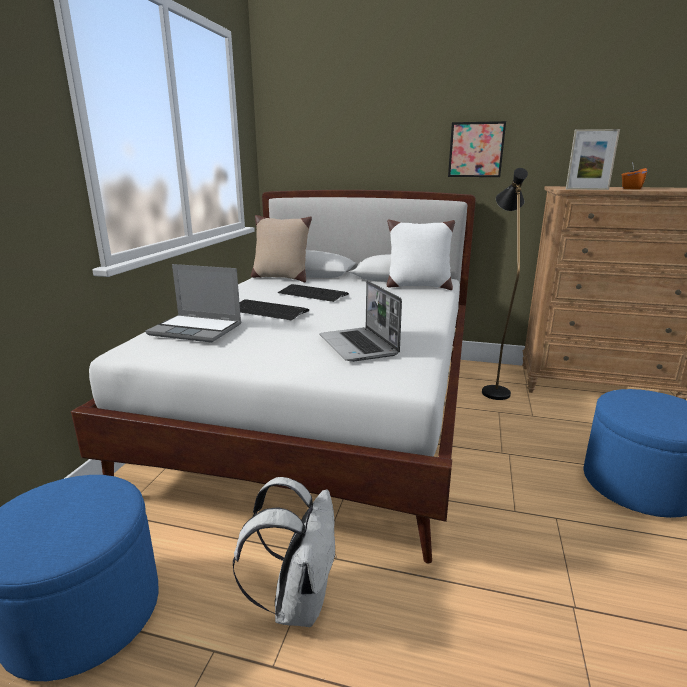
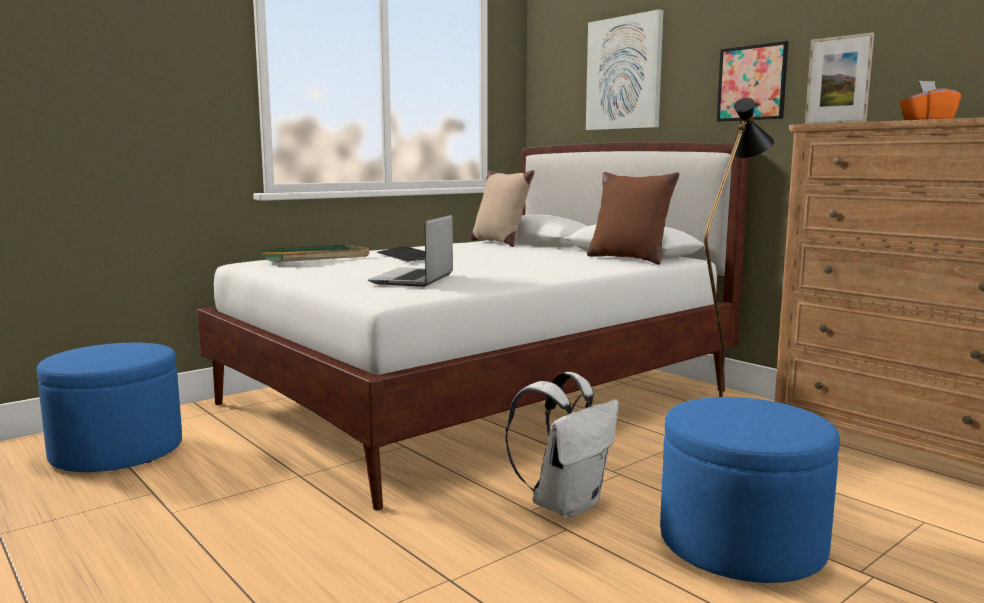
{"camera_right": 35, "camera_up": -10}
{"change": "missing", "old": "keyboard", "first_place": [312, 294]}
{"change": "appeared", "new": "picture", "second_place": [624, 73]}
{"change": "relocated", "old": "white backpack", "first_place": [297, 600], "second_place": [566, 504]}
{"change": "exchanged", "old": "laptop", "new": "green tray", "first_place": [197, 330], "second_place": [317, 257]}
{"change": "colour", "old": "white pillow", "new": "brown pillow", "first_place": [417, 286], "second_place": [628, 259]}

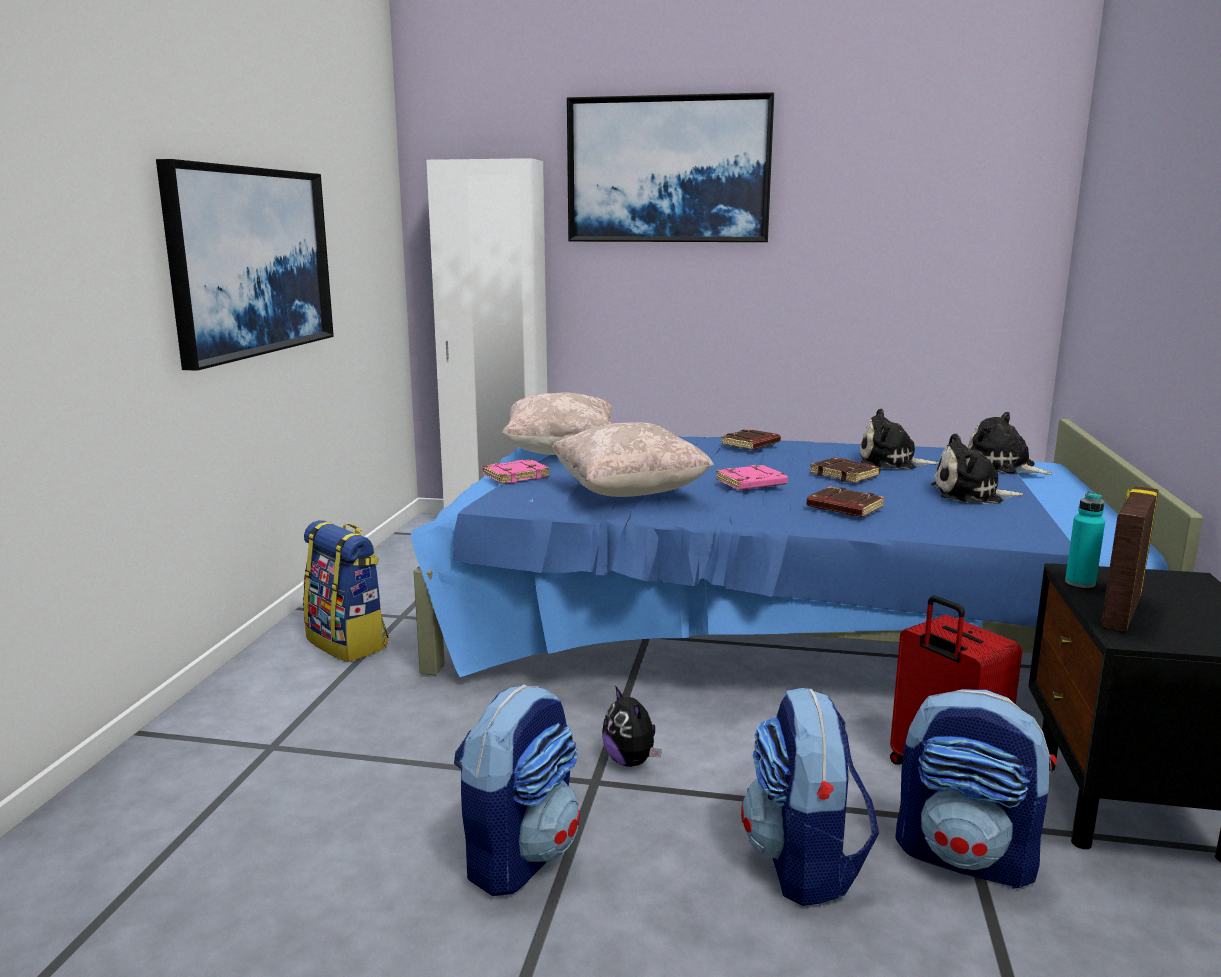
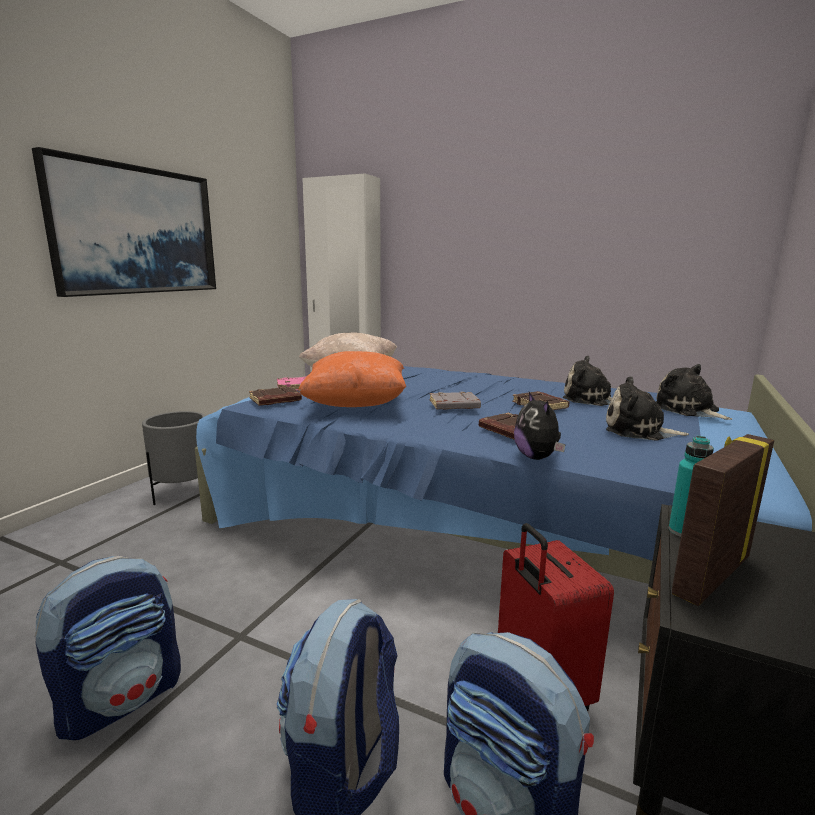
{"camera_right": 15, "camera_up": 0}
{"change": "missing", "old": "picture", "first_place": [668, 170]}
{"change": "relocated", "old": "plush toy", "first_place": [631, 761], "second_place": [537, 457]}
{"change": "relocated", "old": "brown book", "first_place": [751, 444], "second_place": [275, 400]}
{"change": "exchanged", "old": "backpack", "new": "grey planter", "first_place": [348, 643], "second_place": [183, 492]}
{"change": "colour", "old": "beige pillow", "new": "orange pillow", "first_place": [629, 493], "second_place": [356, 405]}
{"change": "colour", "old": "pink book", "new": "grey book", "first_place": [751, 483], "second_place": [454, 405]}

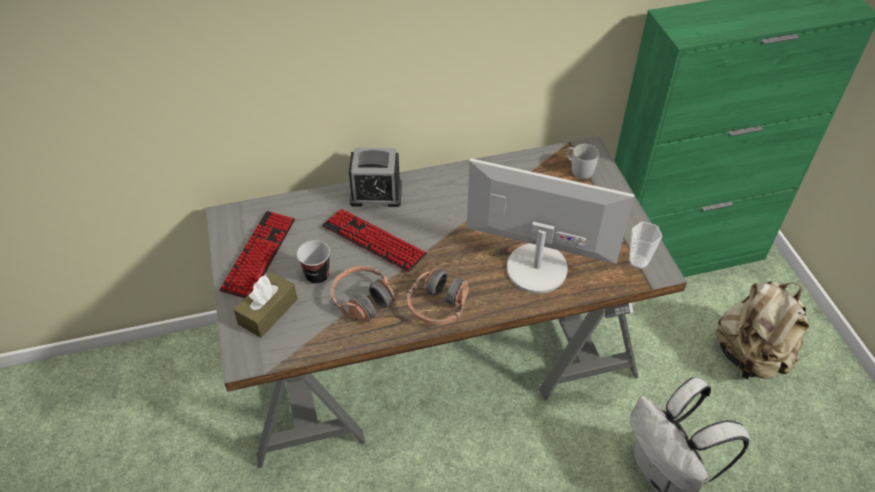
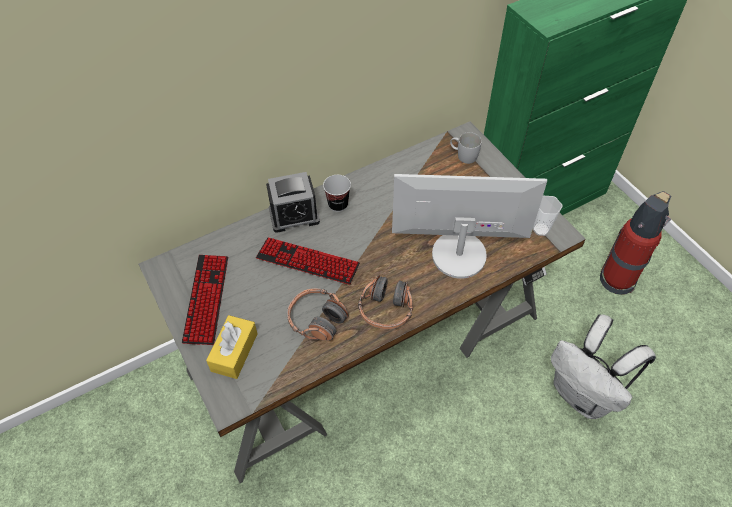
{"camera_right": -15, "camera_up": 5}
{"change": "relocated", "old": "cup", "first_place": [317, 276], "second_place": [338, 204]}
{"change": "exchanged", "old": "beige backpack", "new": "fire extinguisher", "first_place": [750, 356], "second_place": [618, 279]}
{"change": "colour", "old": "brown tissue box", "new": "yellow tissue box", "first_place": [268, 311], "second_place": [234, 352]}

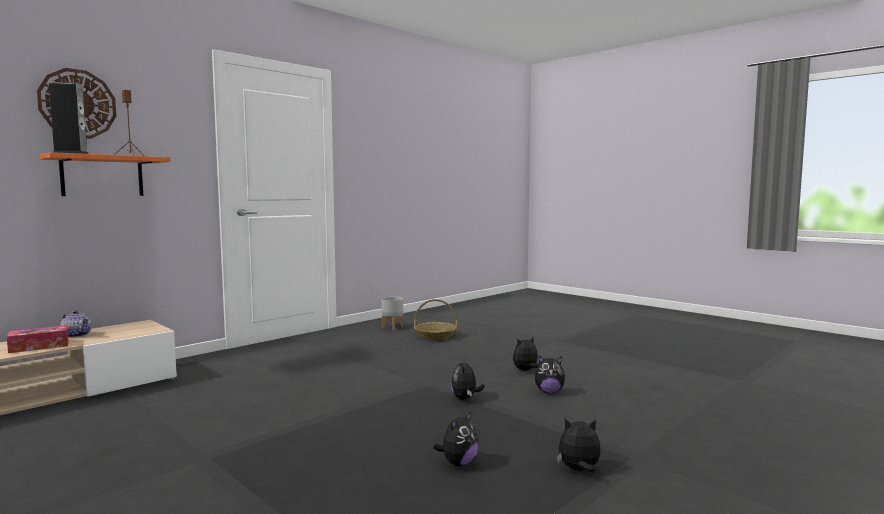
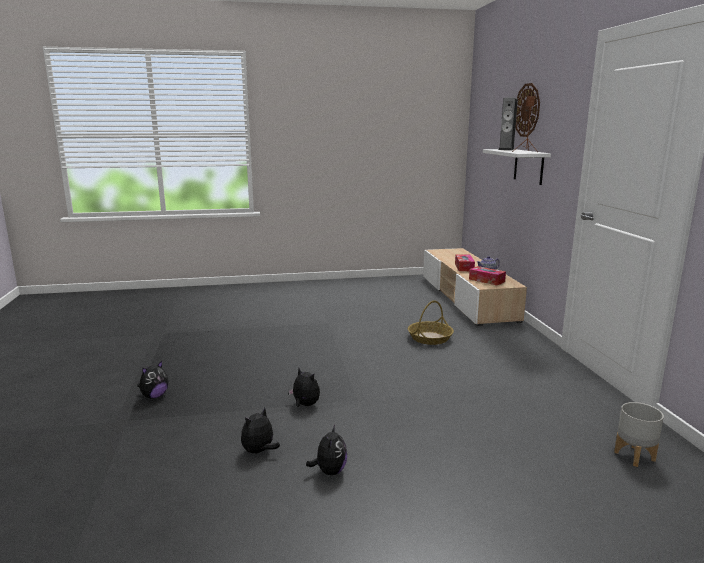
{"camera_right": 125, "camera_up": 10}
{"change": "missing", "old": "plush toy", "first_place": [458, 463]}
{"change": "appeared", "new": "tissue box", "second_place": [486, 280]}
{"change": "relocated", "old": "basket", "first_place": [436, 335], "second_place": [430, 338]}
{"change": "colour", "old": "orange shelf", "new": "white shelf", "first_place": [102, 176], "second_place": [528, 166]}

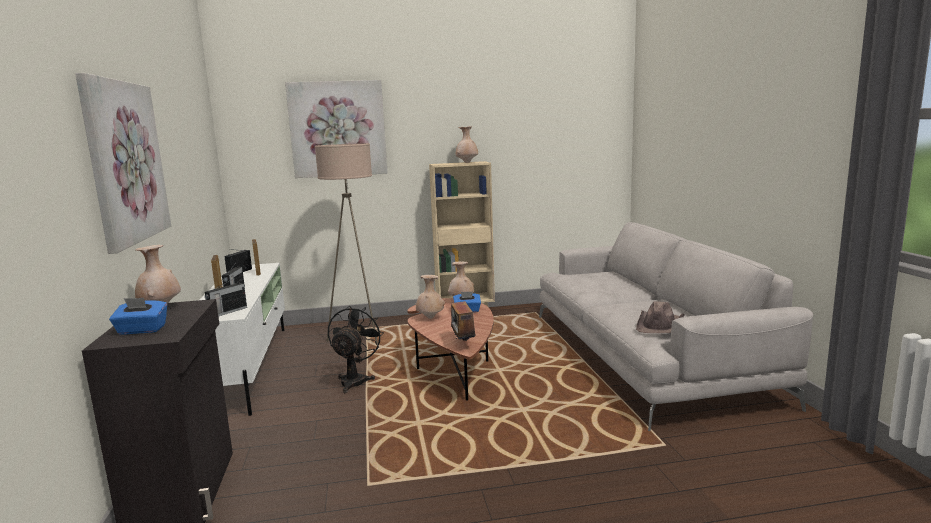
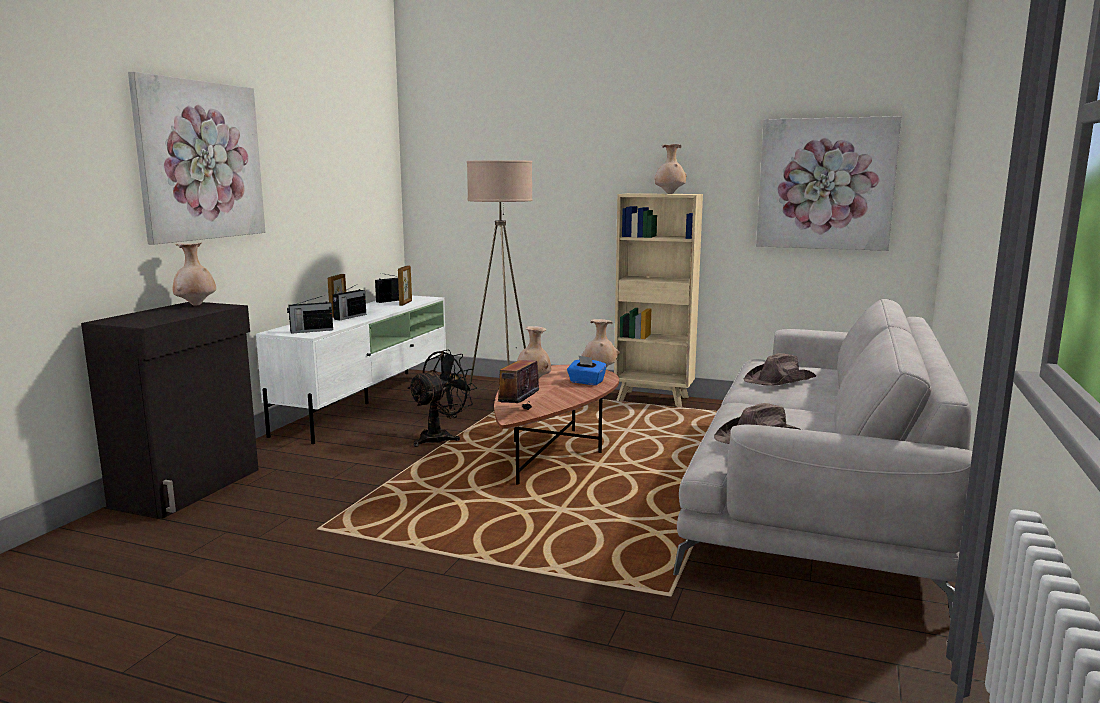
{"camera_right": 30, "camera_up": 0}
{"change": "missing", "old": "blue tissue box", "first_place": [141, 330]}
{"change": "appeared", "new": "brown hat", "second_place": [780, 380]}
{"change": "relocated", "old": "picture", "first_place": [338, 129], "second_place": [825, 184]}

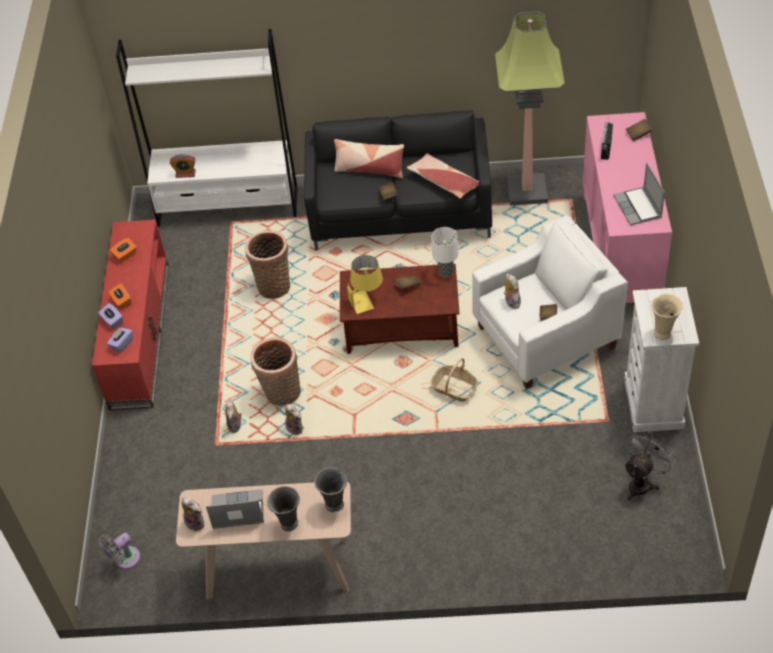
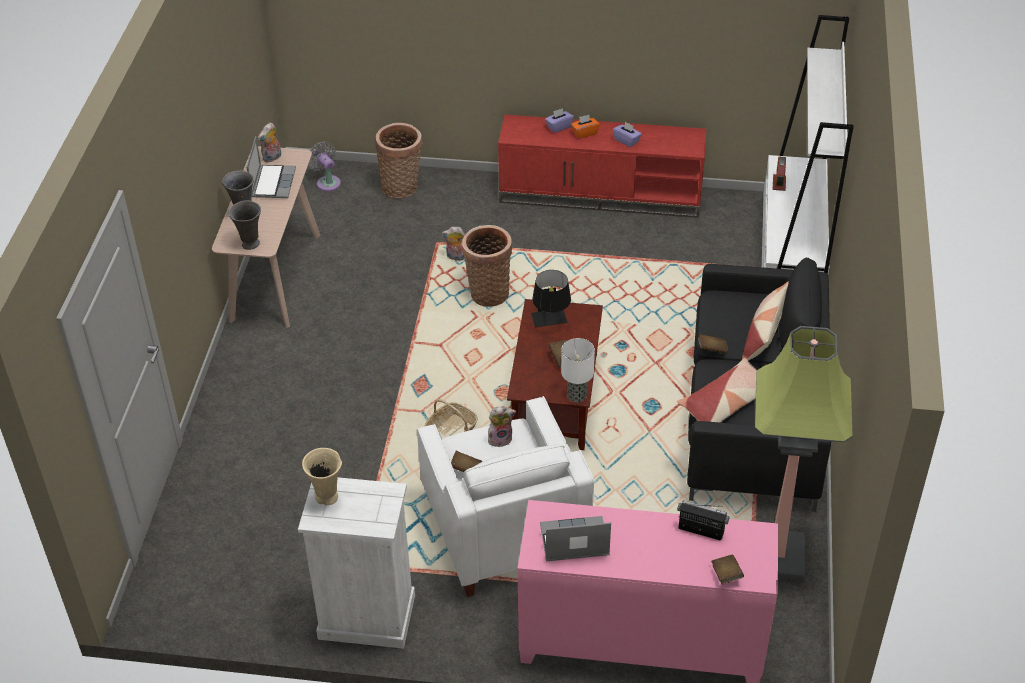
{"camera_right": 95, "camera_up": -5}
{"change": "missing", "old": "orange tissue box", "first_place": [125, 255]}
{"change": "missing", "old": "plush toy", "first_place": [296, 428]}
{"change": "missing", "old": "grey fan", "first_place": [642, 482]}
{"change": "relocated", "old": "purple tissue box", "first_place": [122, 344], "second_place": [627, 140]}
{"change": "relocated", "old": "basket", "first_place": [273, 285], "second_place": [402, 187]}
{"change": "colour", "old": "yellow table lamp", "new": "black table lamp", "first_place": [366, 299], "second_place": [551, 322]}

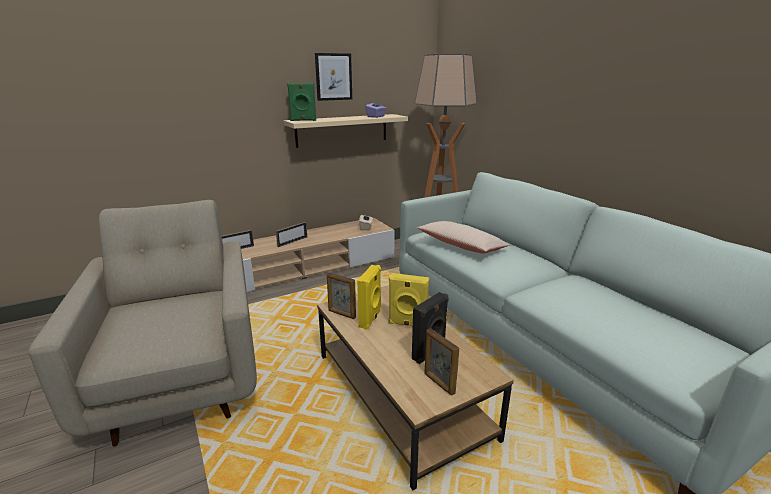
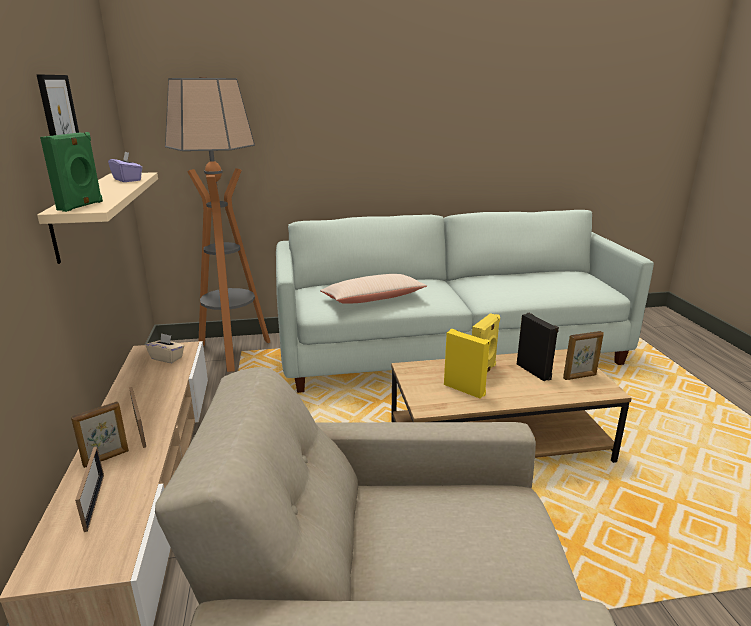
{"camera_right": -70, "camera_up": 0}
{"change": "relocated", "old": "picture frame", "first_place": [341, 314], "second_place": [106, 458]}

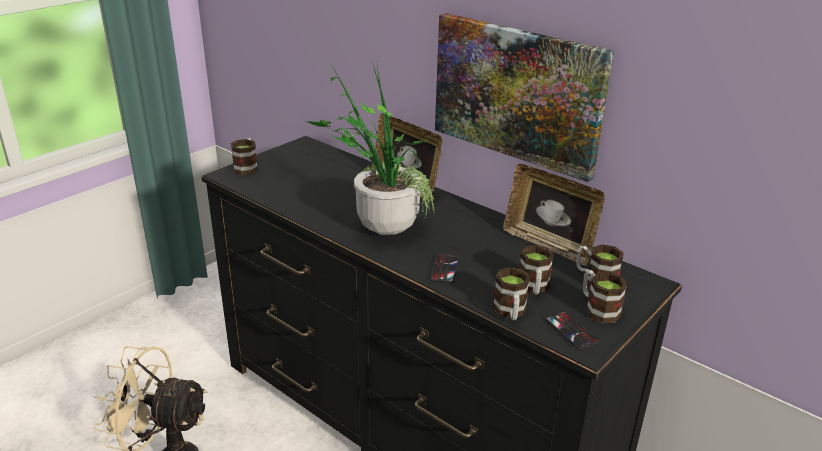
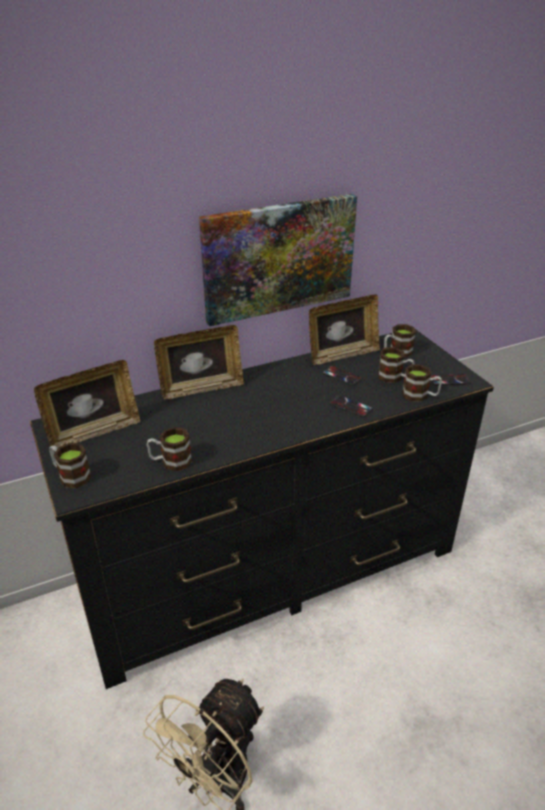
{"camera_right": -65, "camera_up": 5}
{"change": "missing", "old": "potted plant", "first_place": [378, 224]}
{"change": "appeared", "new": "picture frame", "second_place": [94, 432]}
{"change": "appeared", "new": "phone", "second_place": [342, 376]}
{"change": "relocated", "old": "mug", "first_place": [597, 309], "second_place": [170, 462]}

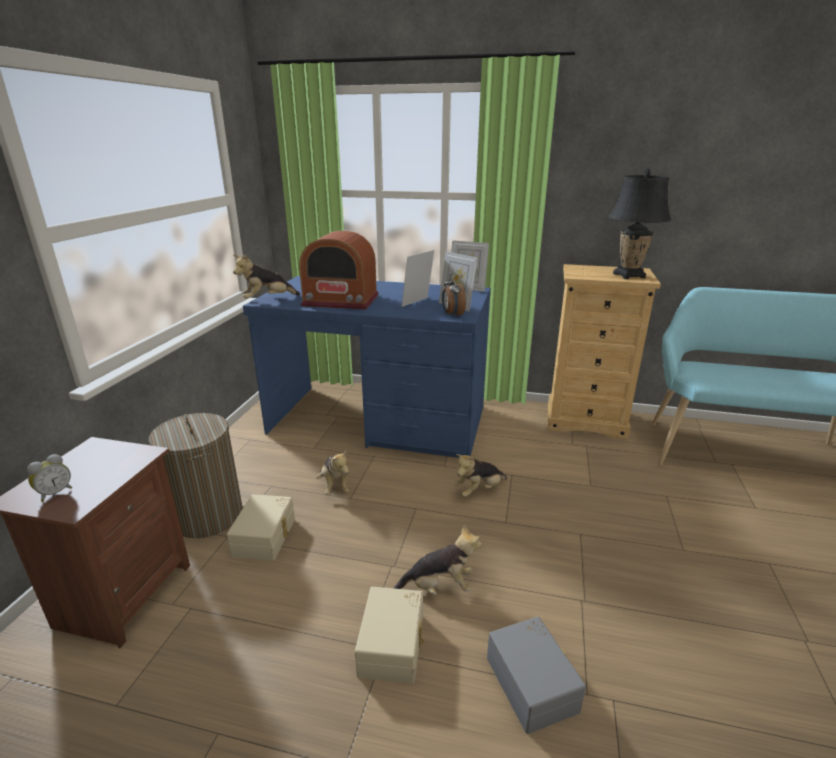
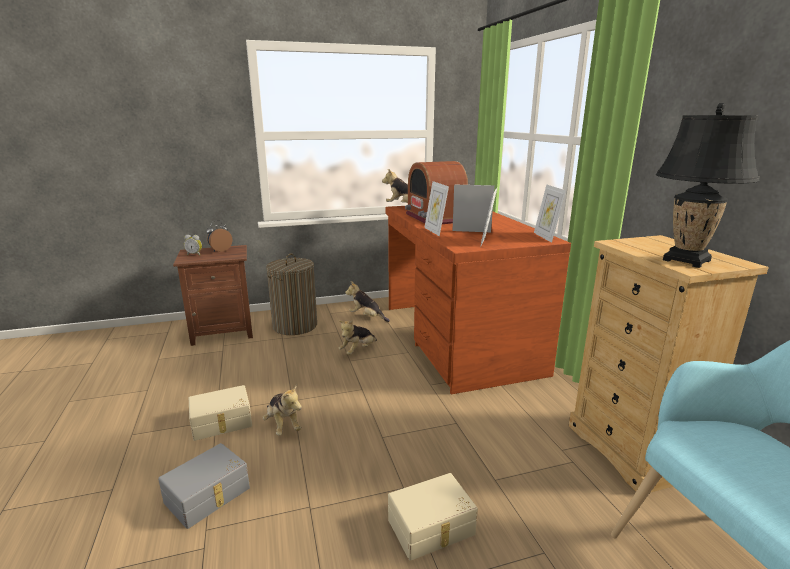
{"camera_right": 60, "camera_up": -5}
{"change": "appeared", "new": "picture frame", "second_place": [435, 231]}
{"change": "relocated", "old": "beige storage box", "first_place": [266, 536], "second_place": [432, 528]}
{"change": "relocated", "old": "alarm clock", "first_place": [452, 315], "second_place": [220, 250]}
{"change": "relocated", "old": "plush toy", "first_place": [479, 490], "second_place": [367, 317]}
{"change": "colour", "old": "blue desk", "new": "brown desk", "first_place": [379, 421], "second_place": [457, 338]}

